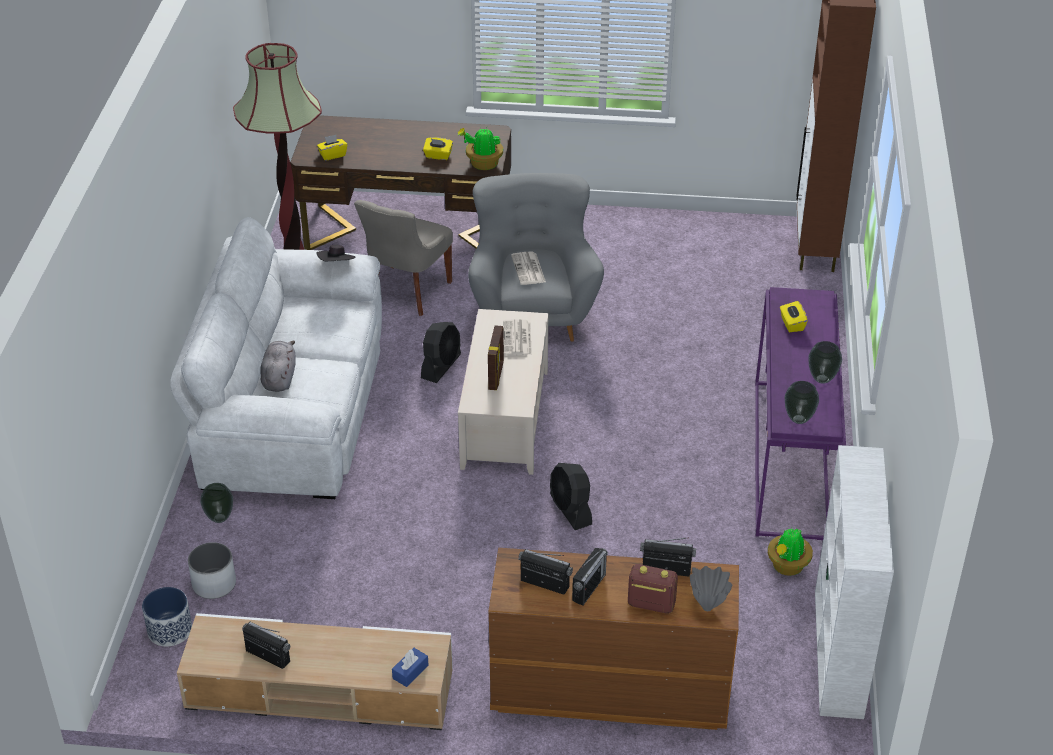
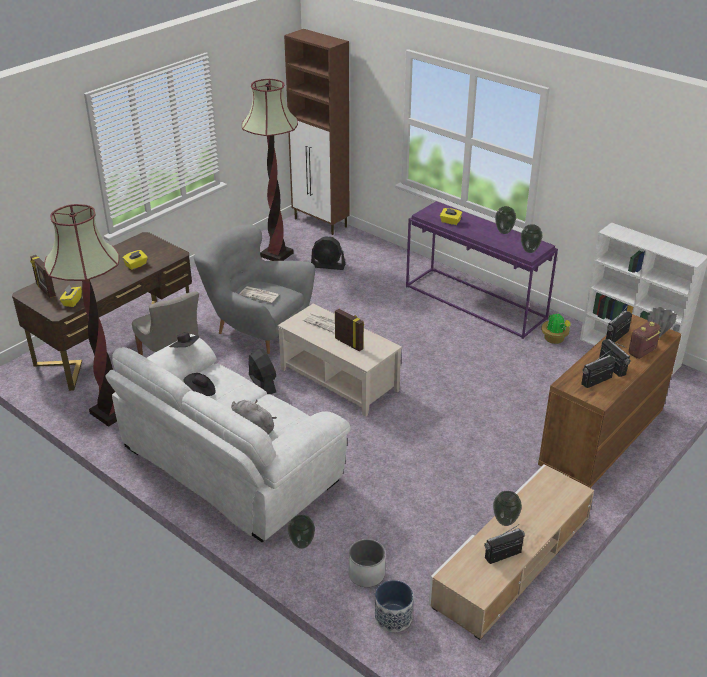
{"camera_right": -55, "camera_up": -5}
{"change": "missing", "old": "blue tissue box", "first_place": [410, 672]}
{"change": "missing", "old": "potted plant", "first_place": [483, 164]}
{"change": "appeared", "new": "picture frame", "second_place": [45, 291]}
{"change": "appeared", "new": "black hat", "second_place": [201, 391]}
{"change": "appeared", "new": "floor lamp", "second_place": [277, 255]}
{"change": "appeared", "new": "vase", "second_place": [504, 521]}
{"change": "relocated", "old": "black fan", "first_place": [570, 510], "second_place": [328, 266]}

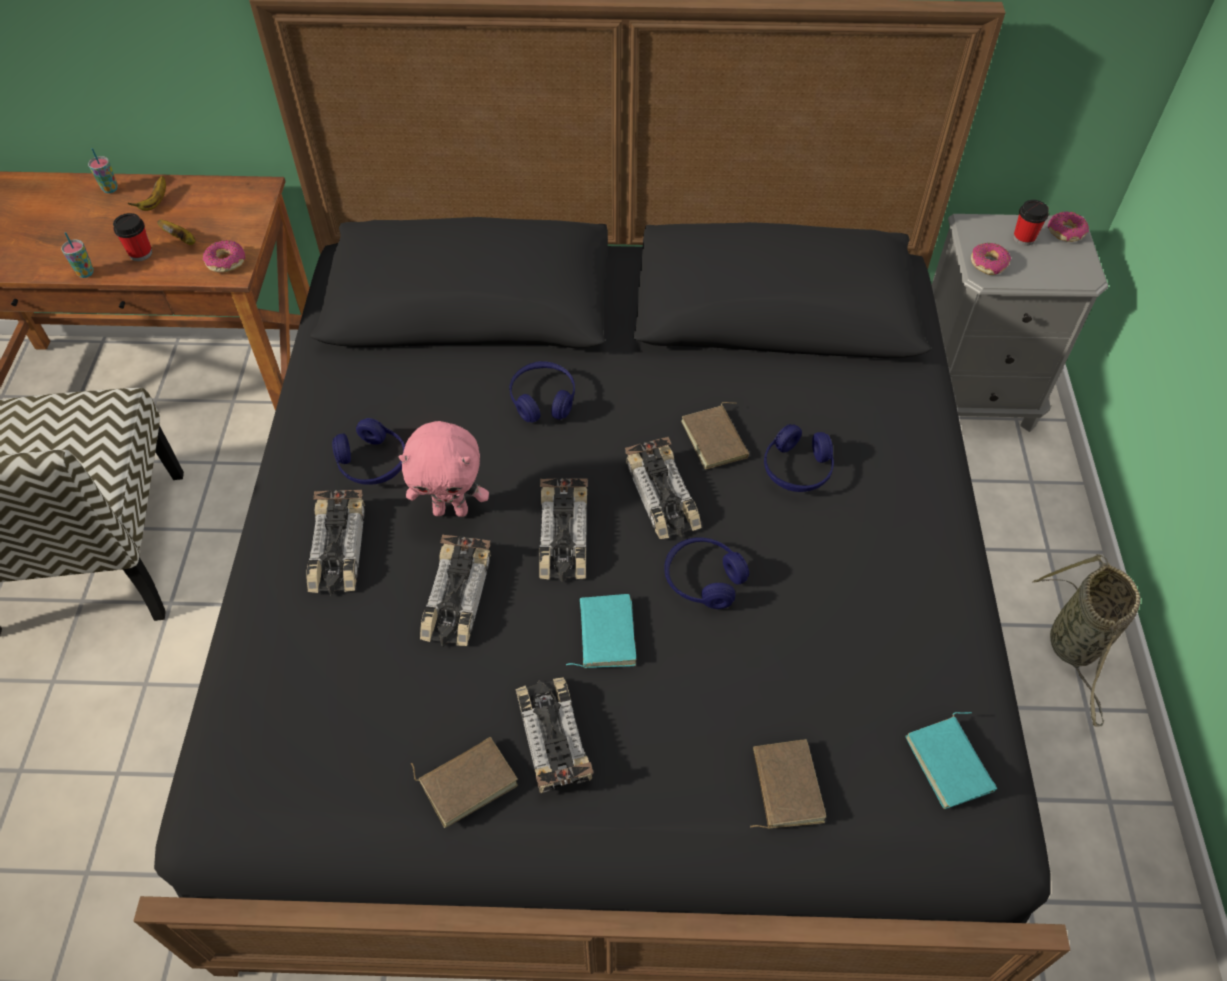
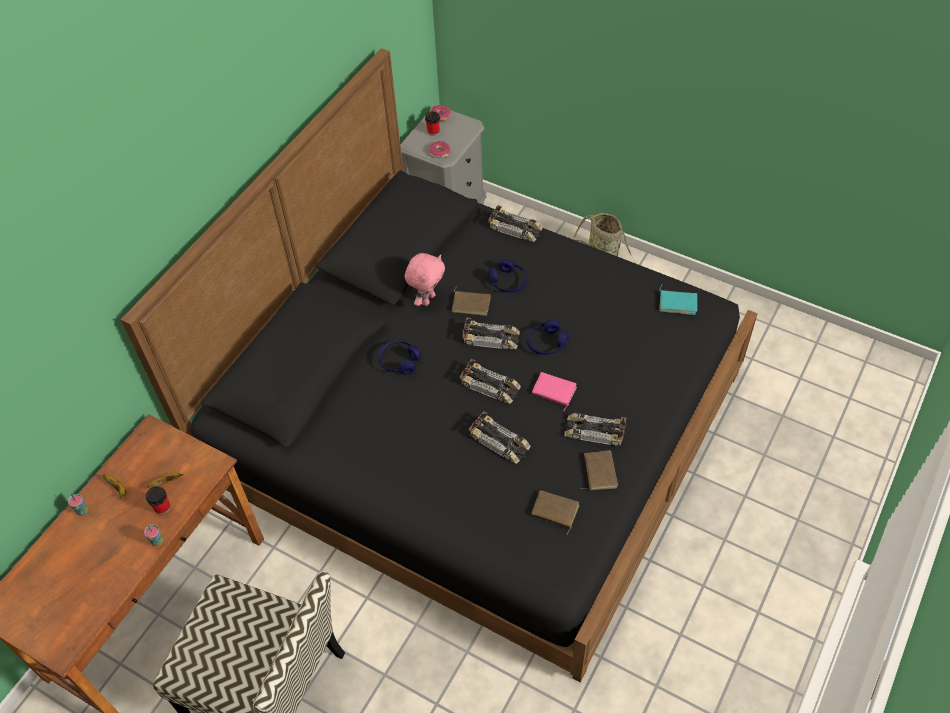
{"camera_right": -60, "camera_up": 0}
{"change": "missing", "old": "donut", "first_place": [226, 262]}
{"change": "missing", "old": "blue headphones", "first_place": [372, 463]}
{"change": "relocated", "old": "toy car", "first_place": [337, 549], "second_place": [515, 228]}
{"change": "relocated", "old": "pink plush toy", "first_place": [451, 510], "second_place": [427, 299]}
{"change": "relocated", "old": "brown book", "first_place": [784, 786], "second_place": [554, 512]}
{"change": "colour", "old": "turquoise book", "new": "pink book", "first_place": [604, 633], "second_place": [553, 391]}

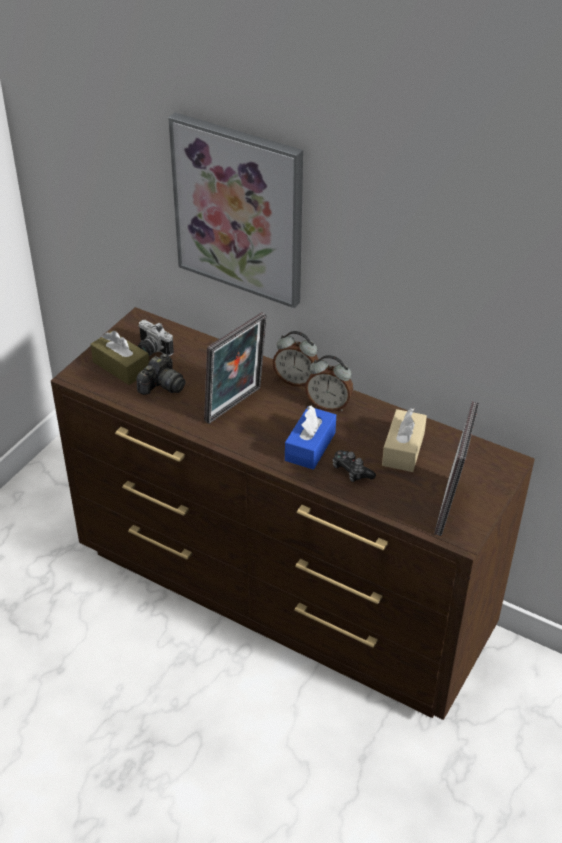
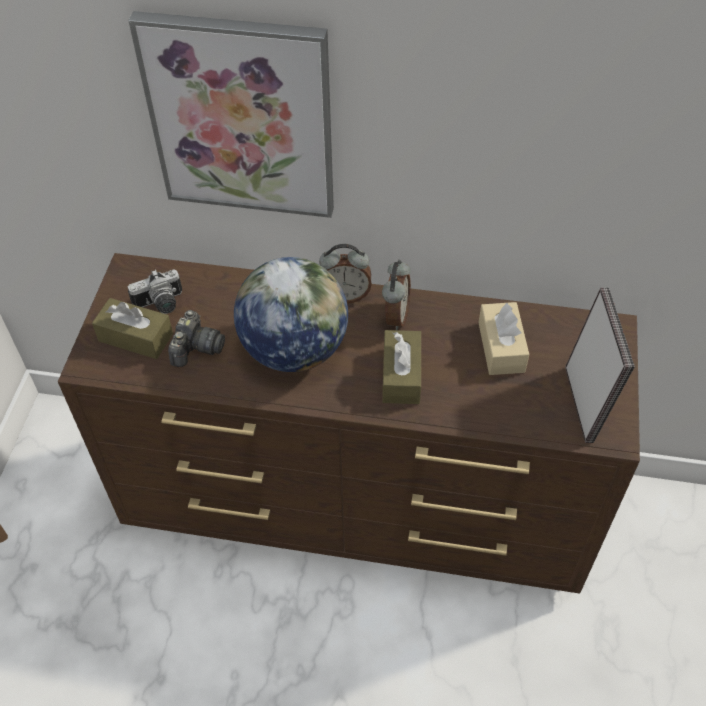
{"camera_right": -20, "camera_up": 10}
{"change": "missing", "old": "game controller", "first_place": [351, 471]}
{"change": "exchanged", "old": "picture frame", "new": "globe", "first_place": [236, 406], "second_place": [294, 349]}
{"change": "colour", "old": "blue tissue box", "new": "brown tissue box", "first_place": [310, 446], "second_place": [401, 375]}
{"change": "spun", "old": "photo camera", "first_place": [151, 350], "second_place": [160, 305], "degrees": -45}
{"change": "spun", "old": "alarm clock", "first_place": [328, 405], "second_place": [395, 316], "degrees": -75}

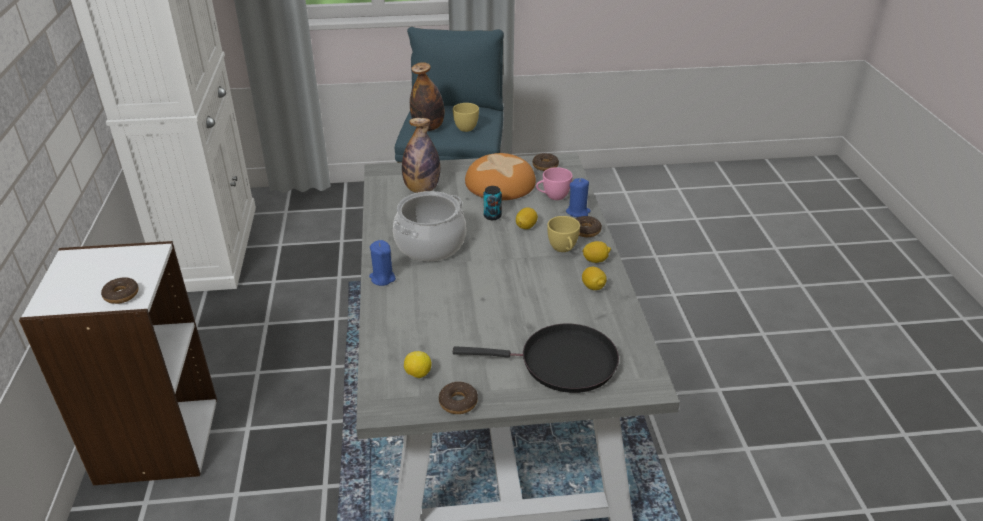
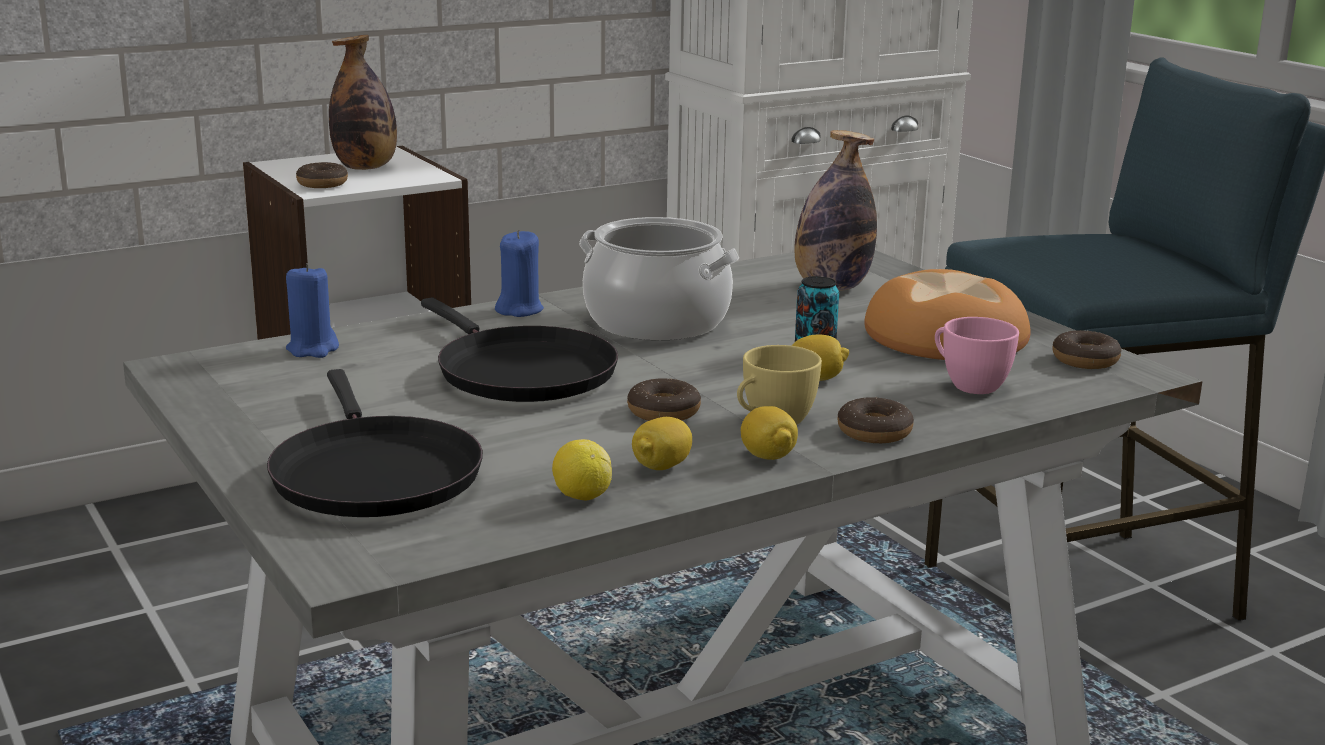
{"camera_right": 65, "camera_up": -15}
{"change": "missing", "old": "yellow cup", "first_place": [464, 127]}
{"change": "appeared", "new": "black frying pan", "second_place": [520, 371]}
{"change": "relocated", "old": "lemon", "first_place": [418, 374], "second_place": [582, 496]}
{"change": "relocated", "old": "bottle", "first_place": [428, 127], "second_place": [366, 168]}
{"change": "relocated", "old": "donut", "first_place": [458, 402], "second_place": [663, 412]}
{"change": "relocated", "old": "blue candle", "first_place": [578, 212], "second_place": [313, 349]}

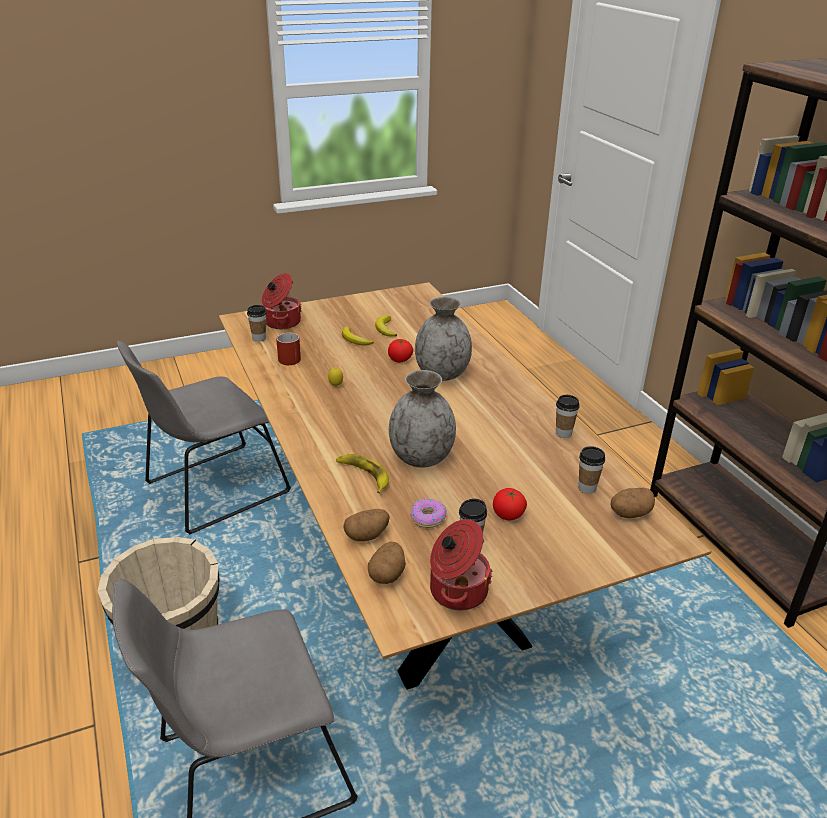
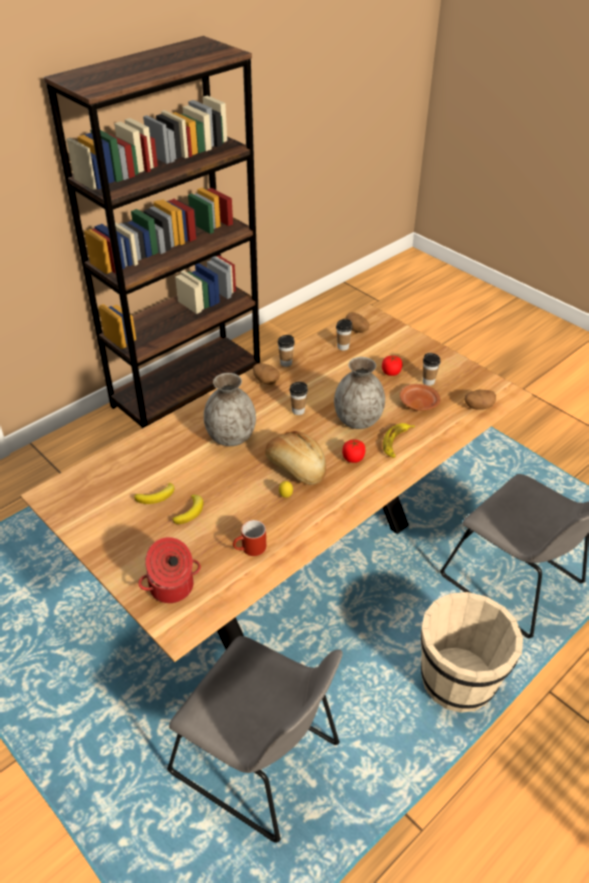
{"camera_right": -110, "camera_up": 10}
{"change": "missing", "old": "cooking pot", "first_place": [456, 590]}
{"change": "appeared", "new": "bread", "second_place": [295, 468]}
{"change": "relocated", "old": "cup", "first_place": [259, 338], "second_place": [298, 411]}
{"change": "relocated", "old": "potato", "first_place": [367, 535], "second_place": [266, 381]}
{"change": "relocated", "old": "tomato", "first_place": [400, 359], "second_place": [353, 458]}
{"change": "exchanged", "old": "donut", "new": "brown plate", "first_place": [427, 517], "second_place": [418, 403]}

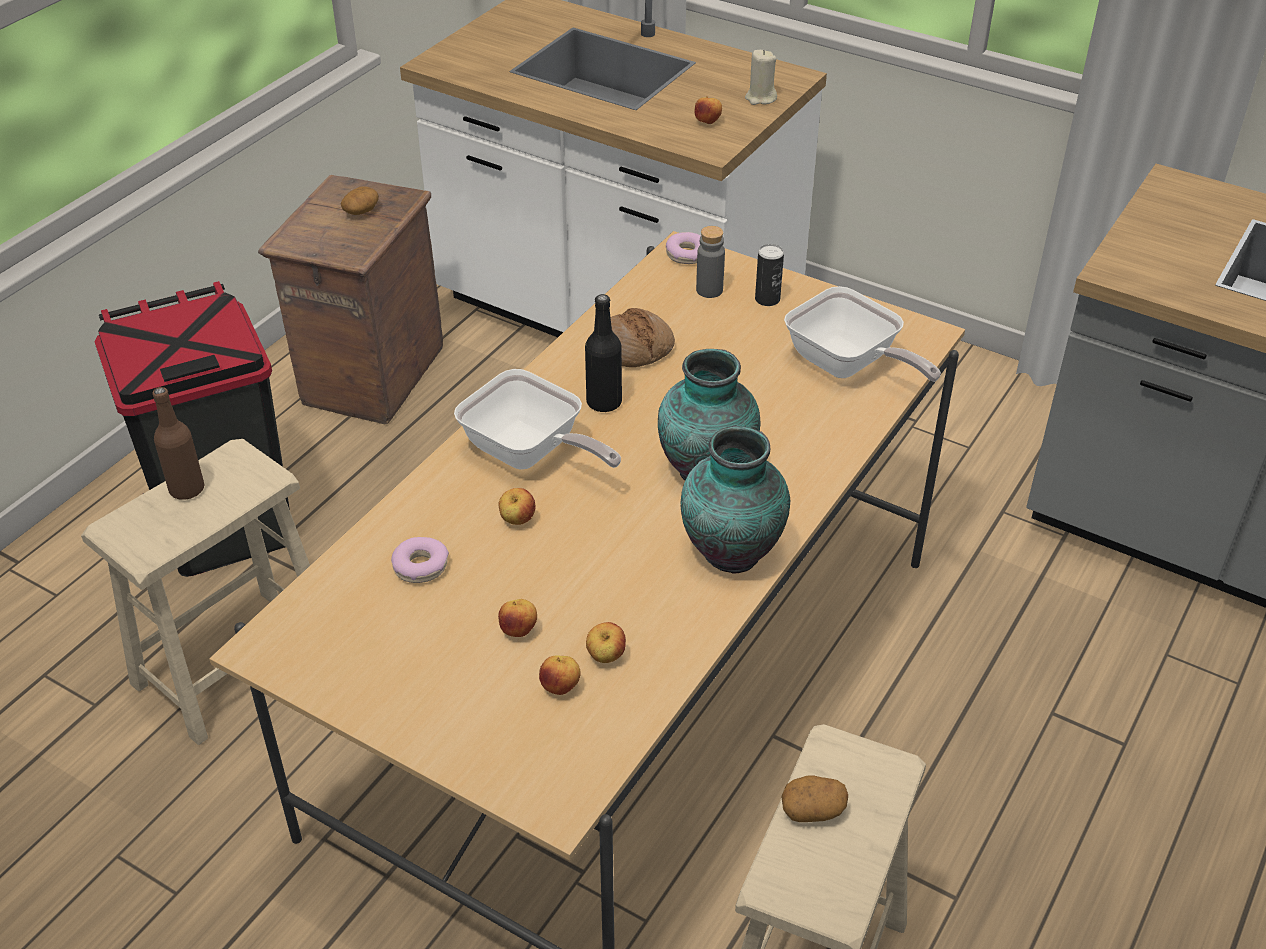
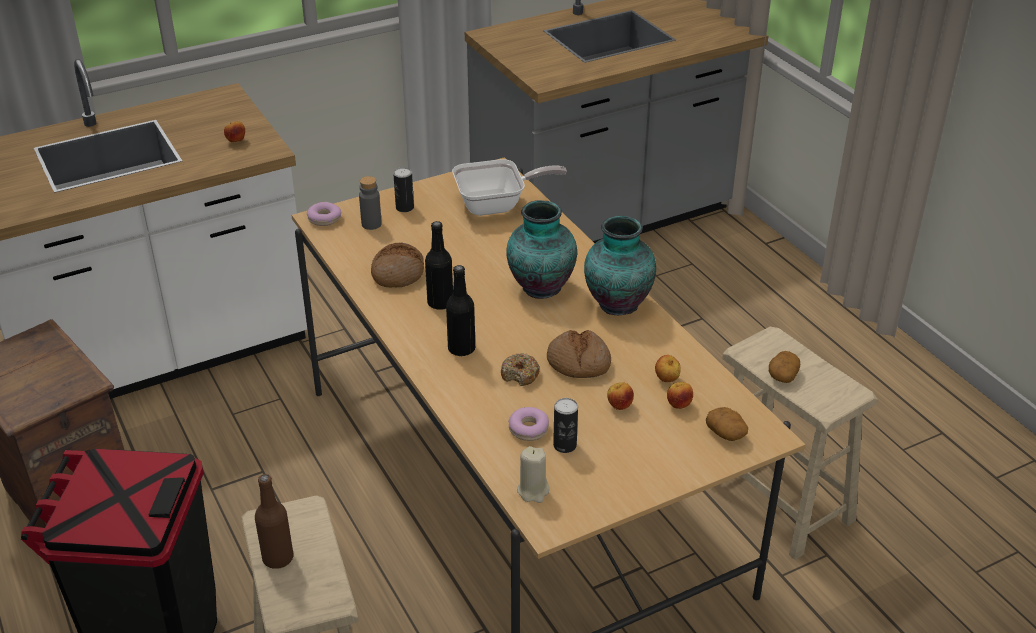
{"camera_right": -60, "camera_up": -5}
{"change": "appeared", "new": "bread", "second_place": [578, 363]}
{"change": "appeared", "new": "can", "second_place": [565, 445]}
{"change": "relocated", "old": "potato", "first_place": [361, 211], "second_place": [726, 433]}
{"change": "relocated", "old": "beige candle", "first_place": [760, 98], "second_place": [533, 491]}
{"change": "exchanged", "old": "frying pan", "new": "black bottle", "first_place": [530, 454], "second_place": [461, 349]}
{"change": "exchanged", "old": "apple", "new": "donut", "first_place": [517, 520], "second_place": [520, 375]}

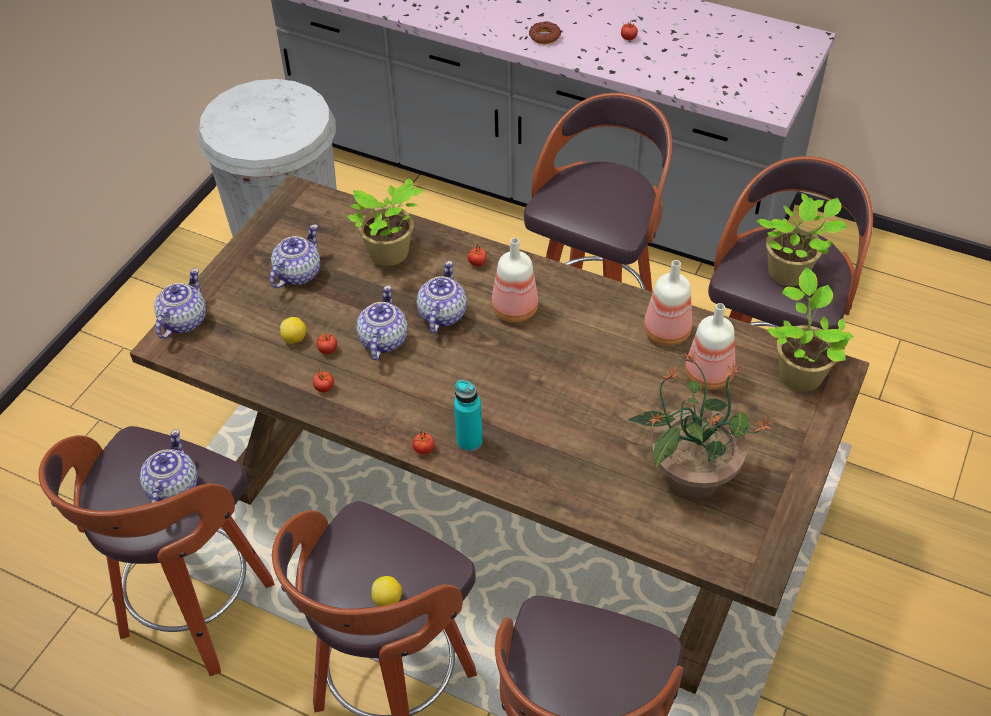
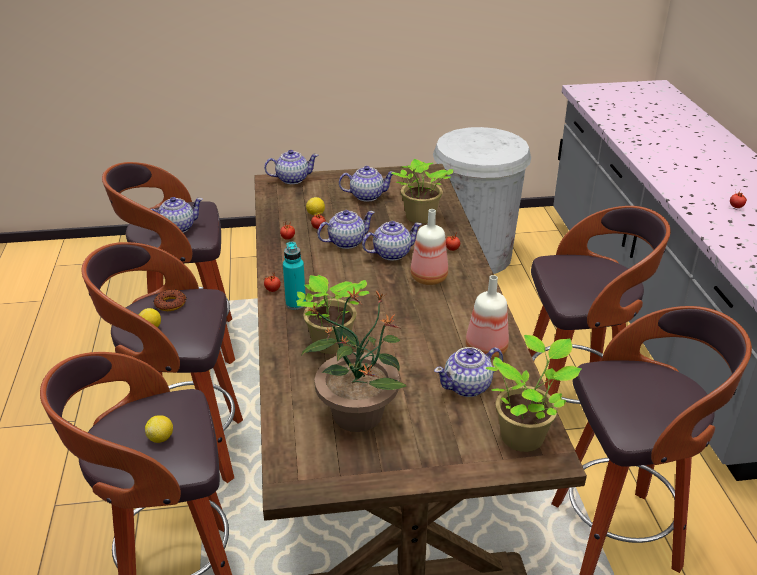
{"camera_right": 55, "camera_up": -15}
{"change": "appeared", "new": "lemon", "second_place": [161, 438]}
{"change": "relocated", "old": "donut", "first_place": [544, 36], "second_place": [170, 304]}
{"change": "relocated", "old": "potted plant", "first_place": [791, 274], "second_place": [330, 345]}
{"change": "exchanged", "old": "bottle", "new": "teapot", "first_place": [709, 374], "second_place": [468, 386]}

